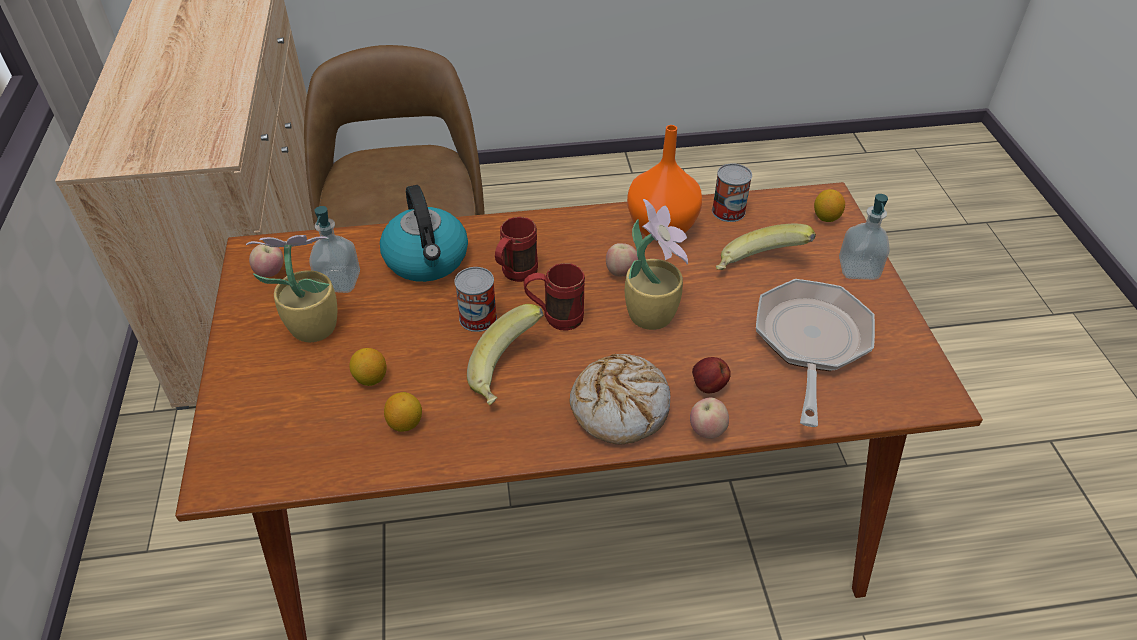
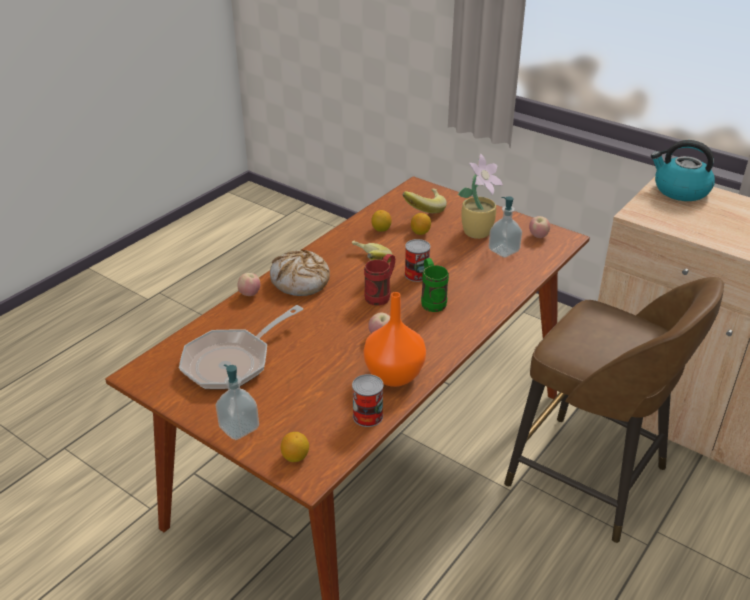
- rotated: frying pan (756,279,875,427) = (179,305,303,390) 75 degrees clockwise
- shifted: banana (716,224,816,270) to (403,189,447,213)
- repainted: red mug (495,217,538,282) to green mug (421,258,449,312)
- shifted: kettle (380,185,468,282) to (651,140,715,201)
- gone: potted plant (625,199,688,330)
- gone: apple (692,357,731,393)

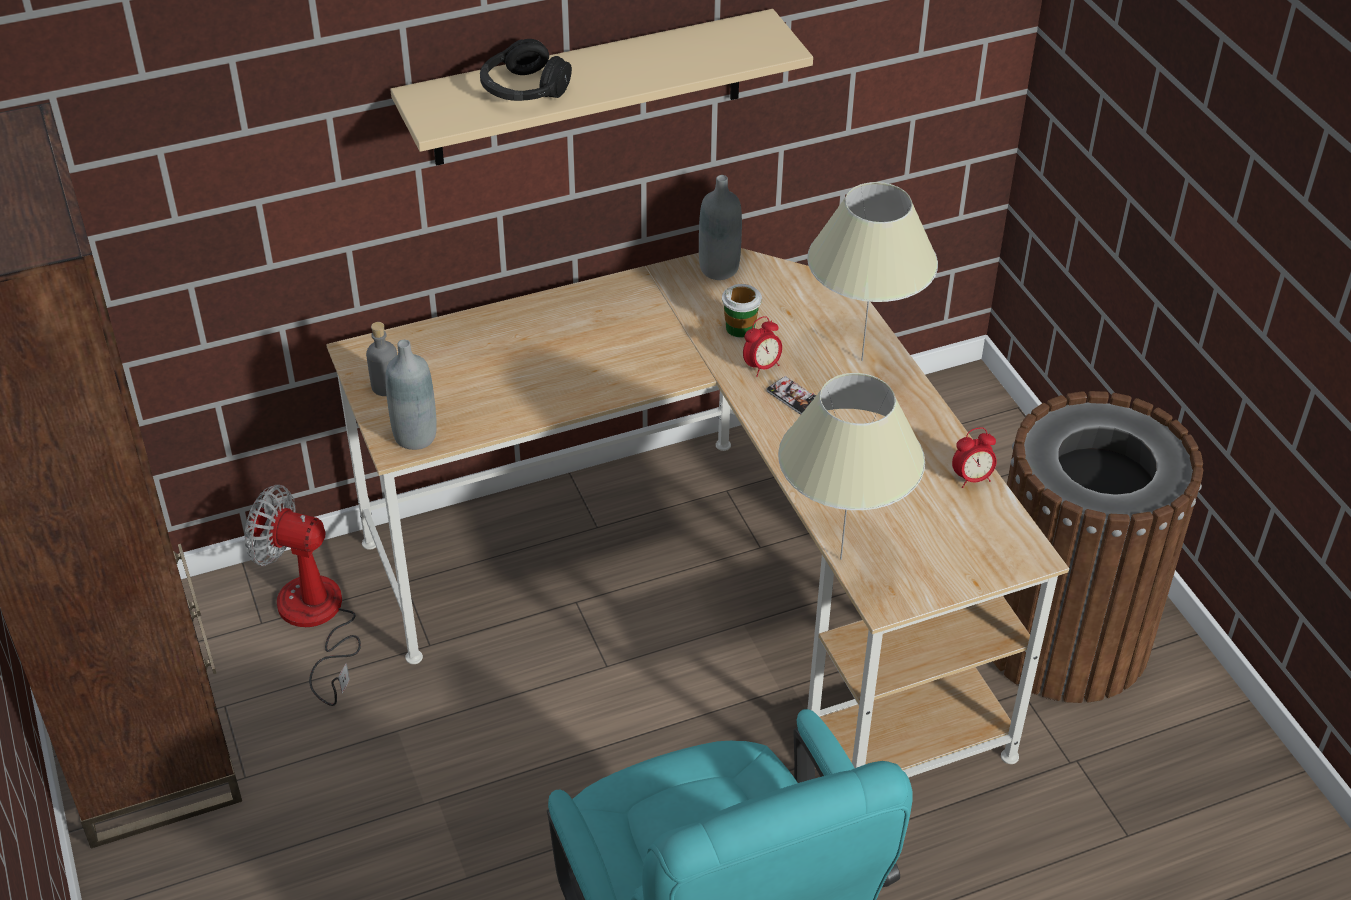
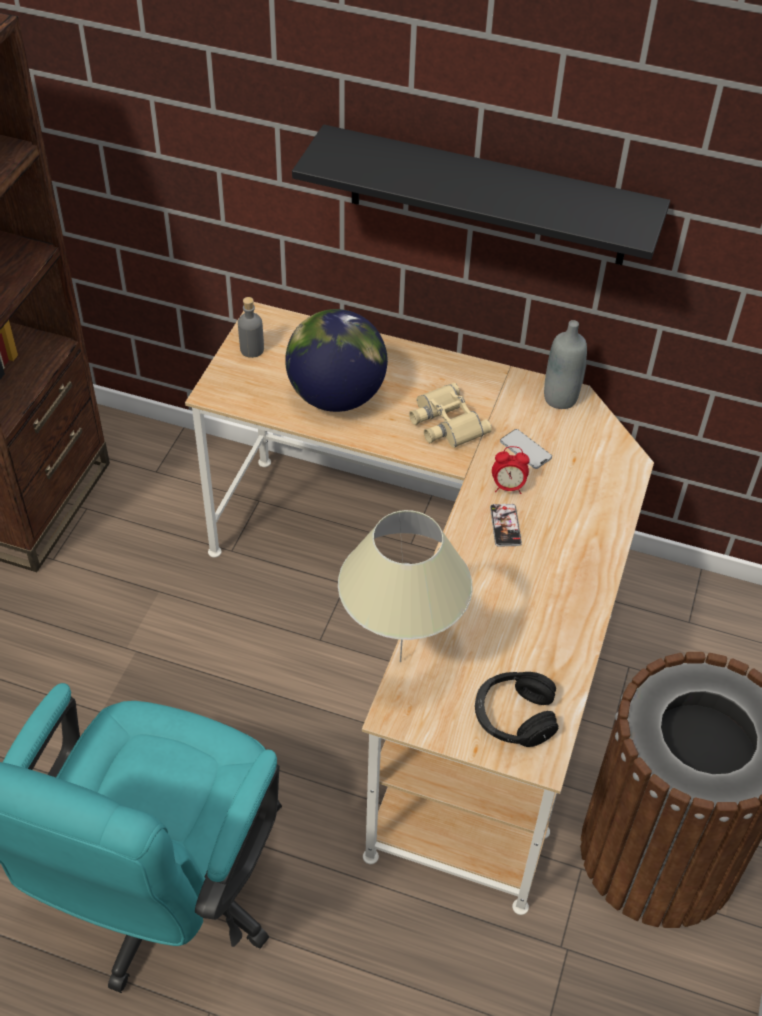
- new: globe (285,309,388,412)
- repainted: beige shelf (390,9,813,166) to black shelf (292,125,670,265)
- new: beige binoculars (409,383,492,448)
- shifted: black headphones (480,39,572,101) to (475,672,558,747)
- swapped: cup (722,284,762,338) to phone (500,429,552,469)
- gone: fan (245,485,361,706)
- gone: grey bottle (385,340,437,450)
- gone: beige table lamp (807,182,938,361)
- gone: alarm clock (952,427,997,488)

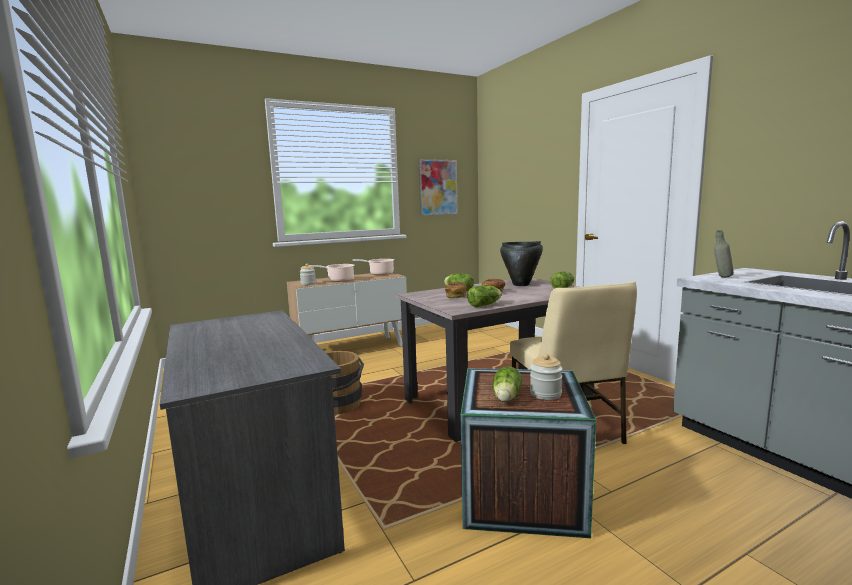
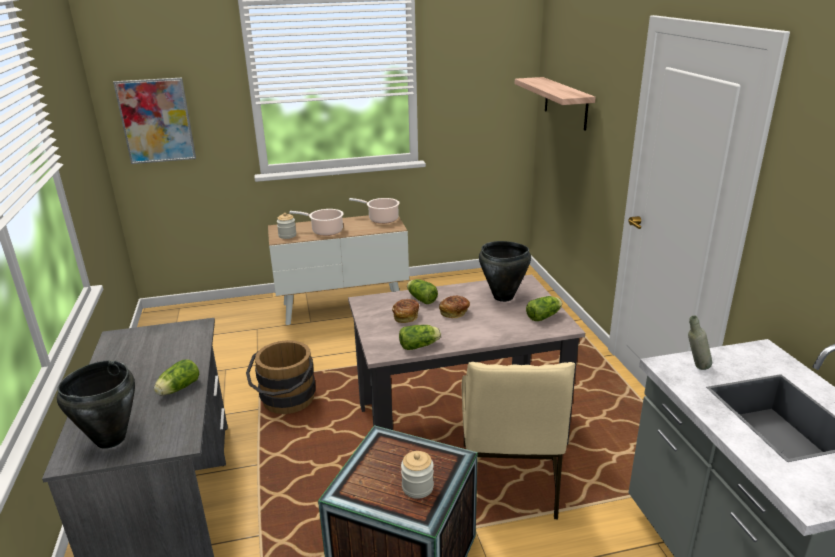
- new: black cooking pot (57,360,135,449)
- shifted: picture (419,159,458,216) to (113,78,196,164)
- shifted: lettuce (493,366,522,402) to (154,360,199,395)
- new: shelf (515,77,596,131)

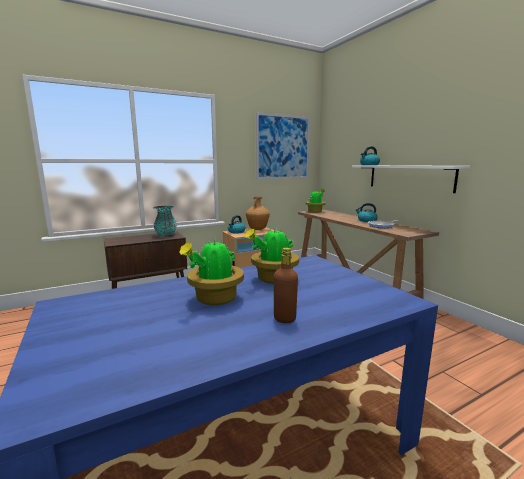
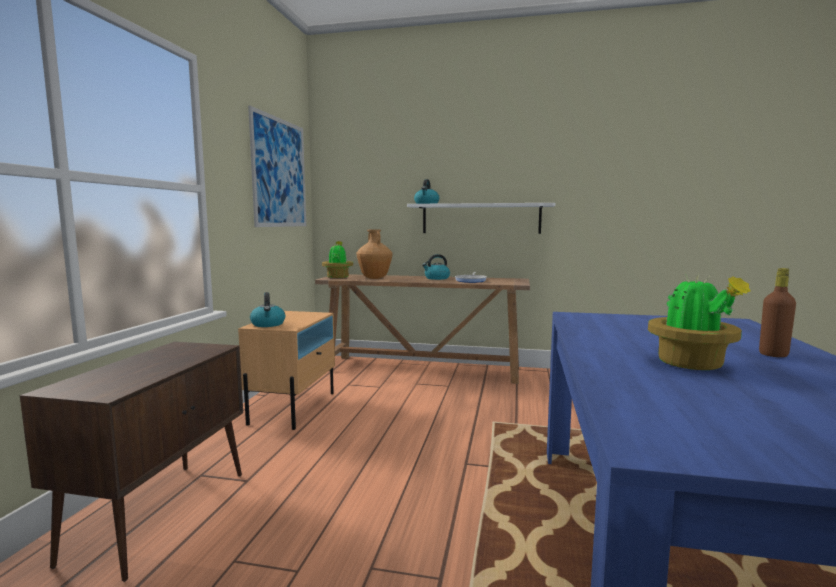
- shifted: brown vase (246,197,270,230) to (357,230,392,279)
- gone: turquoise vase (153,206,177,236)
- gone: potted plant (245,226,299,284)

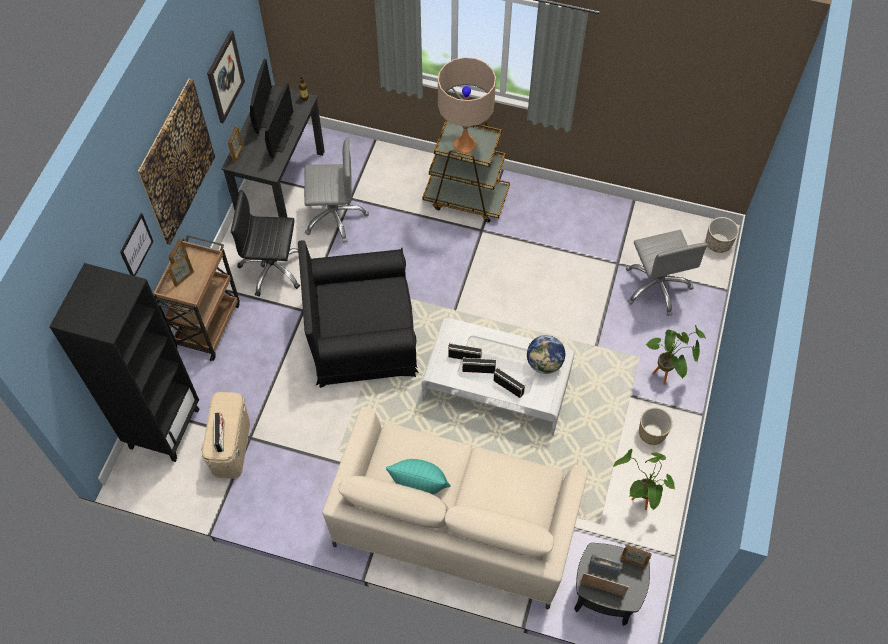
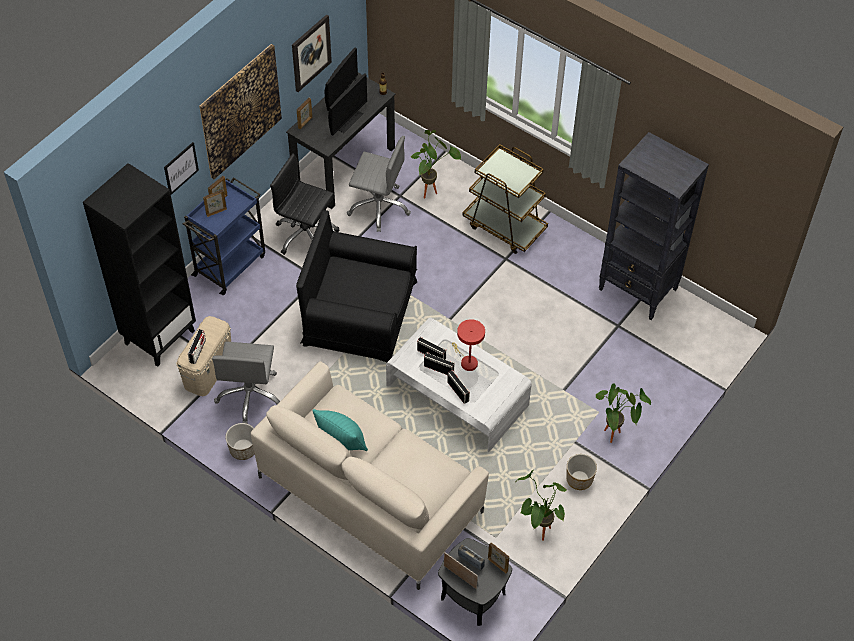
- repainted: brown cart (153,235,240,361) to blue cart (183,177,265,295)
- shifted: grey office chair (626,230,708,316) to (212,342,280,424)
- shifted: planter (706,217,739,253) to (225,423,255,460)
- new: potted plant (411,130,461,198)
- new: red table lamp (452,319,485,371)
- new: black bookcase (599,132,709,320)
- gone: beige table lamp (438,57,496,153)
- gone: globe (527,335,565,374)

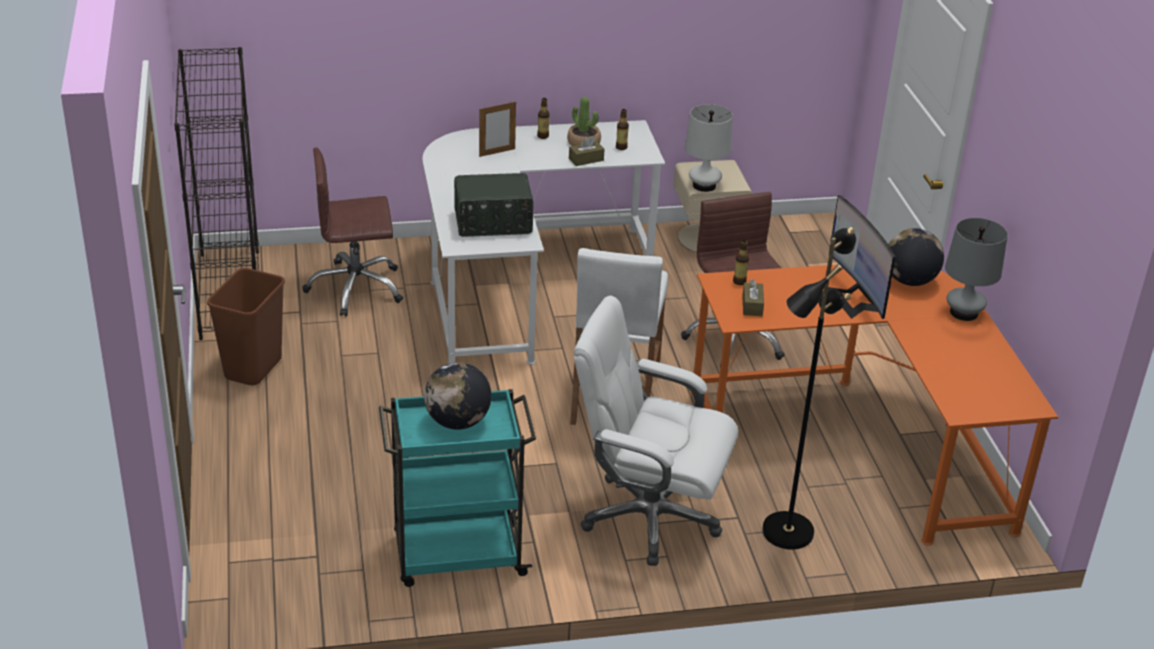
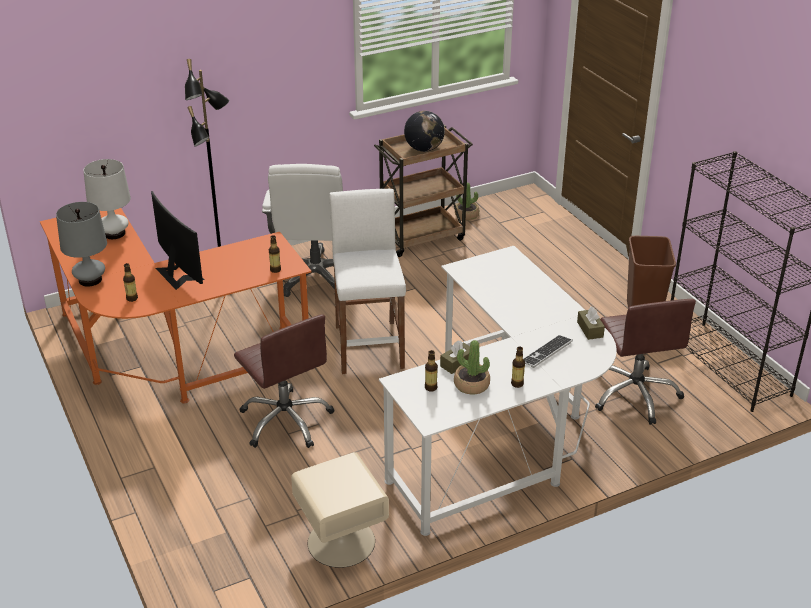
- shifted: white table lamp (685,104,733,192) to (83,159,131,239)
- swapped: globe (888,228,944,286) to bottle (123,263,138,302)
- rotated: white office chair (574,295,738,566) = (262,164,343,297) 90 degrees clockwise
- repainted: turquoise cart (379,389,536,587) to brown cart (374,125,473,257)
- new: potted plant (455,183,479,220)
- swapped: picture frame (479,101,516,157) to keyboard (523,335,573,368)
- shifted: brown tissue box (742,279,764,316) to (577,307,605,340)
- rotated: brown office chair (302,147,403,316) = (595,299,696,425) 105 degrees clockwise
- gone: radio (454,173,534,237)

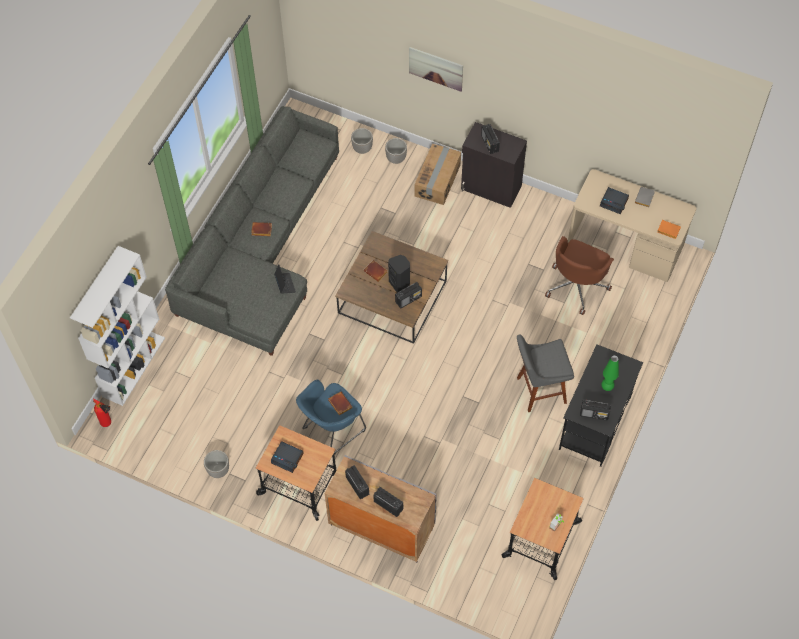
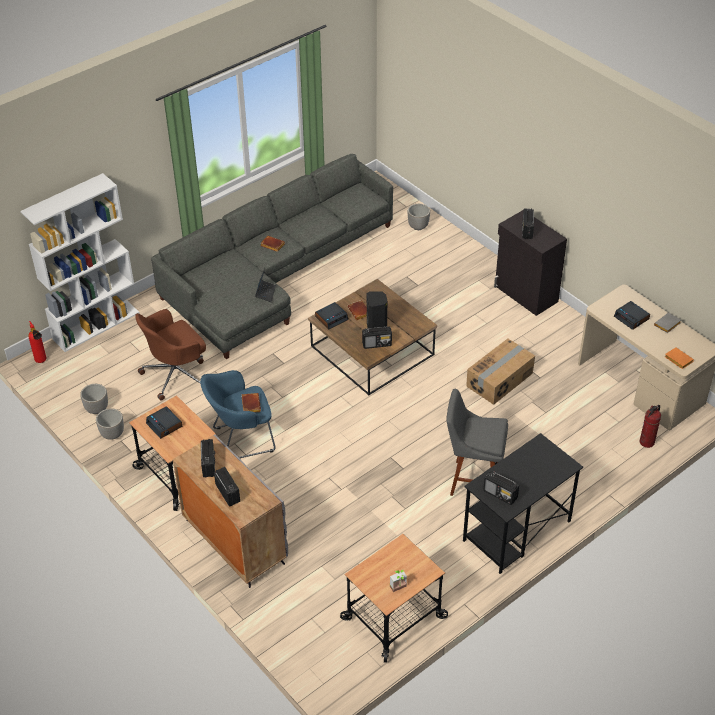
- shifted: planter (385,138,407,164) to (80,384,108,414)
- shifted: brown office chair (545,236,614,315) to (135,309,206,401)
- new: alarm clock (315,302,348,329)
- shifted: cardboard box (415,144,461,205) to (466,338,535,405)
- new: fire extinguisher (639,405,661,448)
- gone: picture (409,47,463,92)
- gone: green table lamp (601,355,619,391)

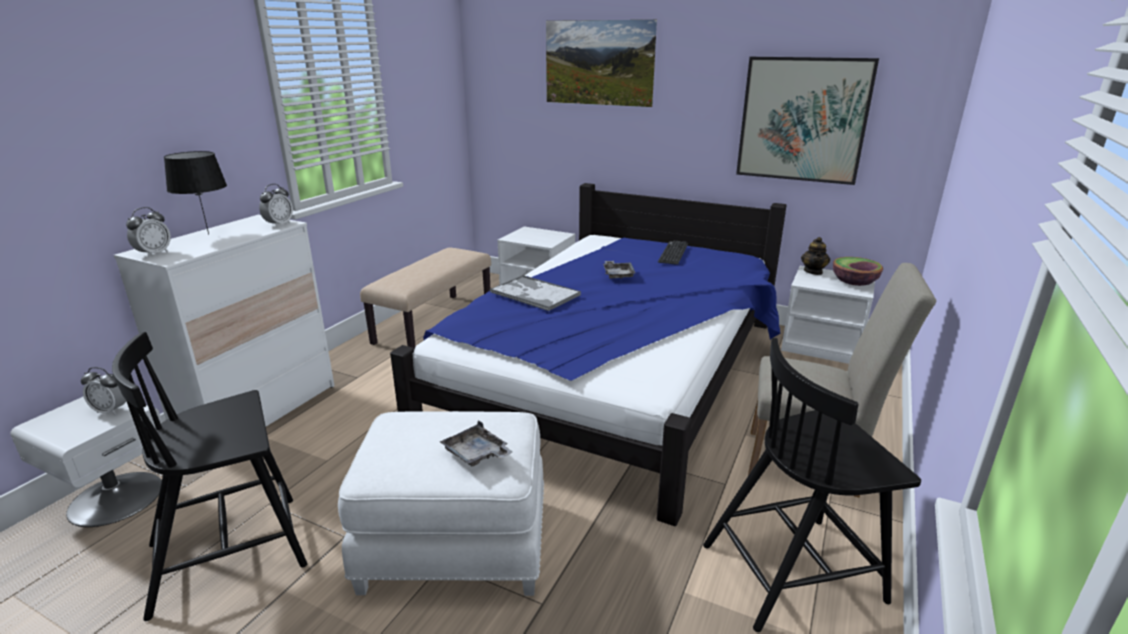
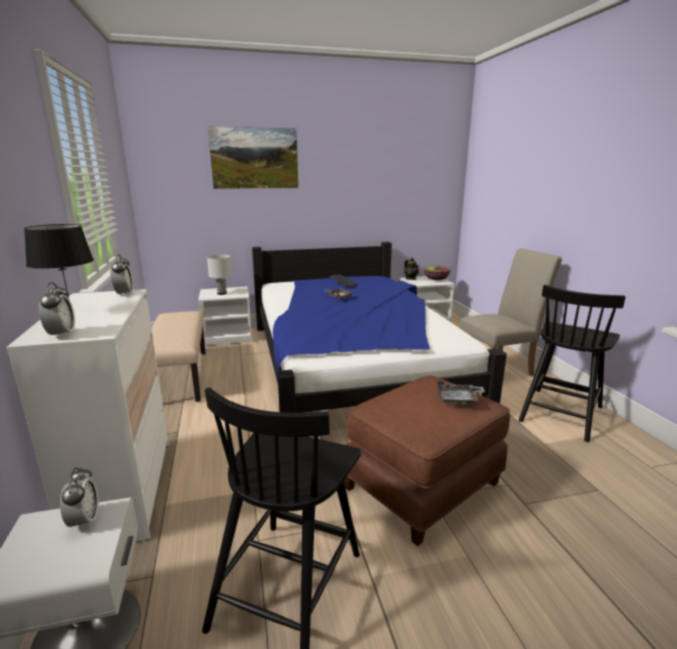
- rotated: alarm clock (81,367,126,415) = (60,467,99,529) 75 degrees counterclockwise
- new: white table lamp (207,255,232,295)
- repainted: white ottoman (338,411,544,596) to brown ottoman (344,376,510,546)
- gone: tray (490,275,581,311)
- gone: picture (736,57,879,185)

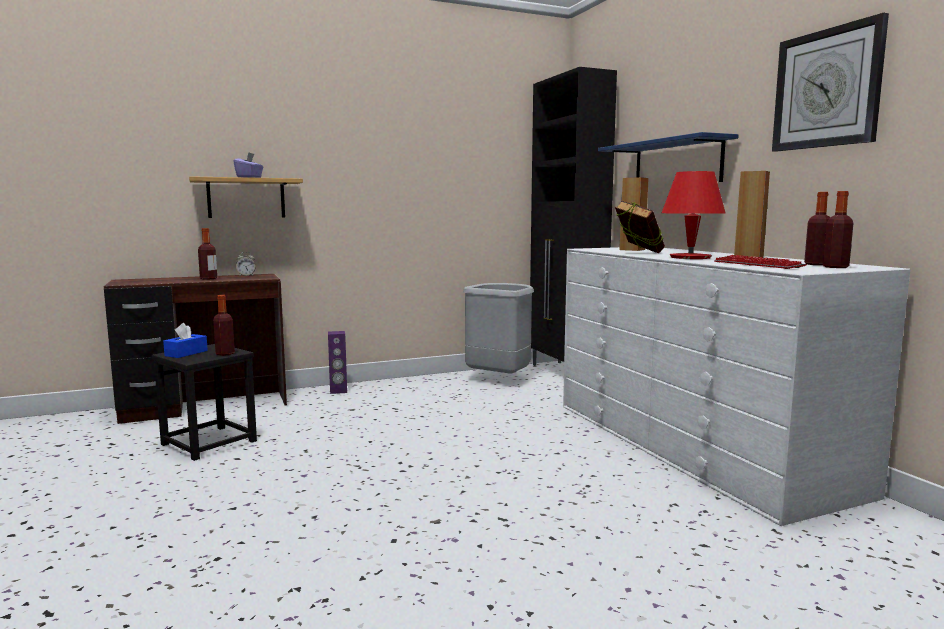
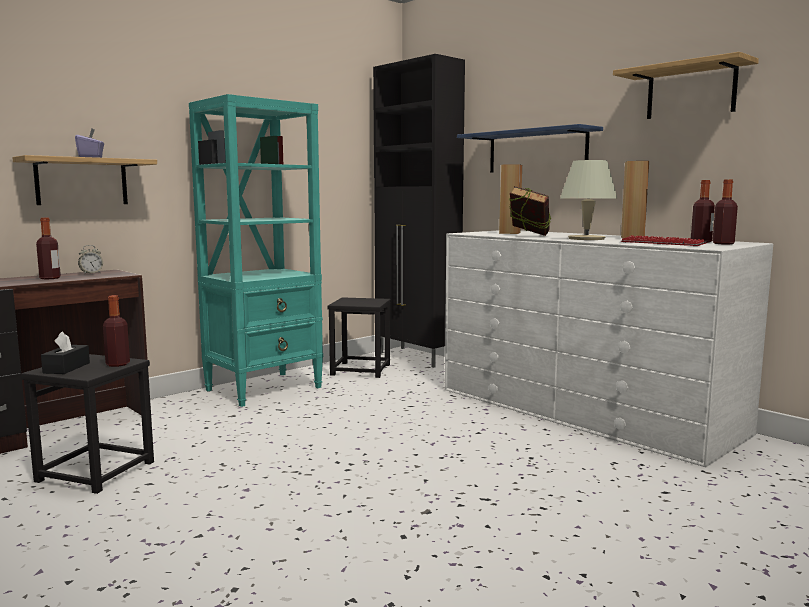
- repainted: blue tissue box (163,323,208,358) to black tissue box (41,332,90,374)
- new: turquoise bookcase (189,94,323,407)
- swapped: grey trash can (463,283,534,374) to black stool (328,297,391,378)
- repainted: red table lamp (662,171,725,259) to beige table lamp (560,160,617,240)
- swapped: wall clock (772,13,889,152) to shelf (613,52,759,119)
- gone: purple speaker (328,331,347,394)

